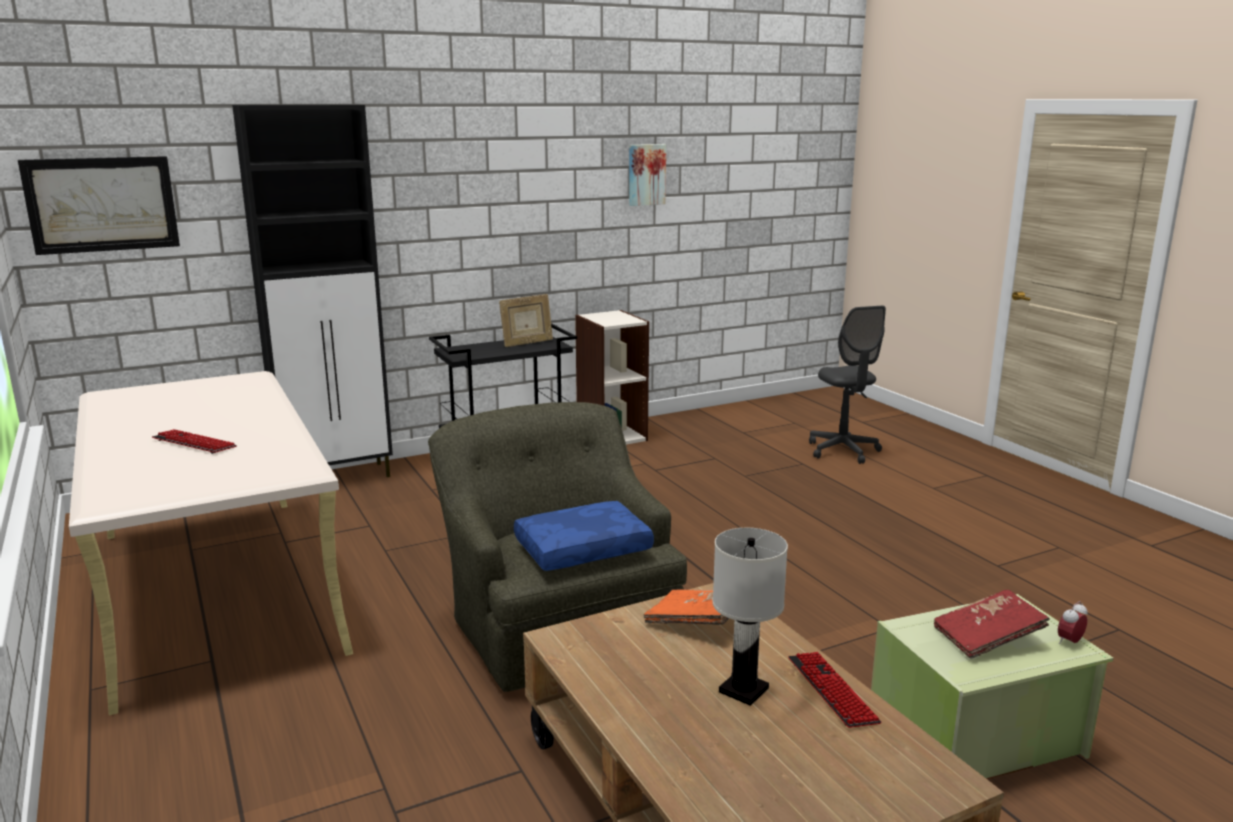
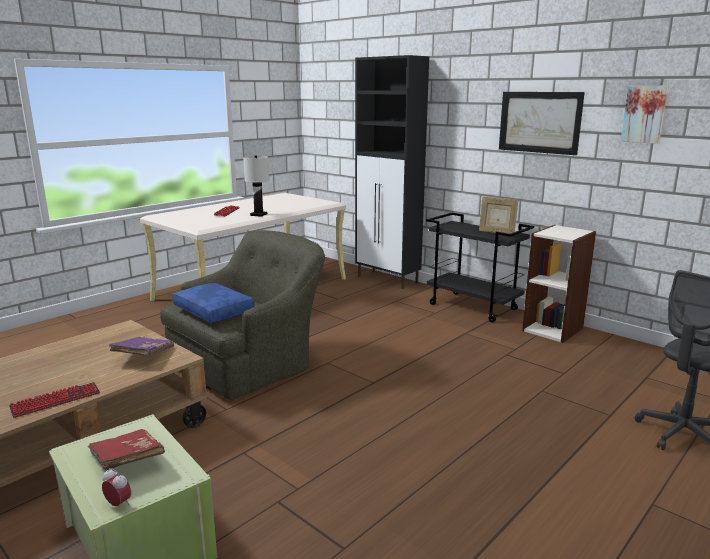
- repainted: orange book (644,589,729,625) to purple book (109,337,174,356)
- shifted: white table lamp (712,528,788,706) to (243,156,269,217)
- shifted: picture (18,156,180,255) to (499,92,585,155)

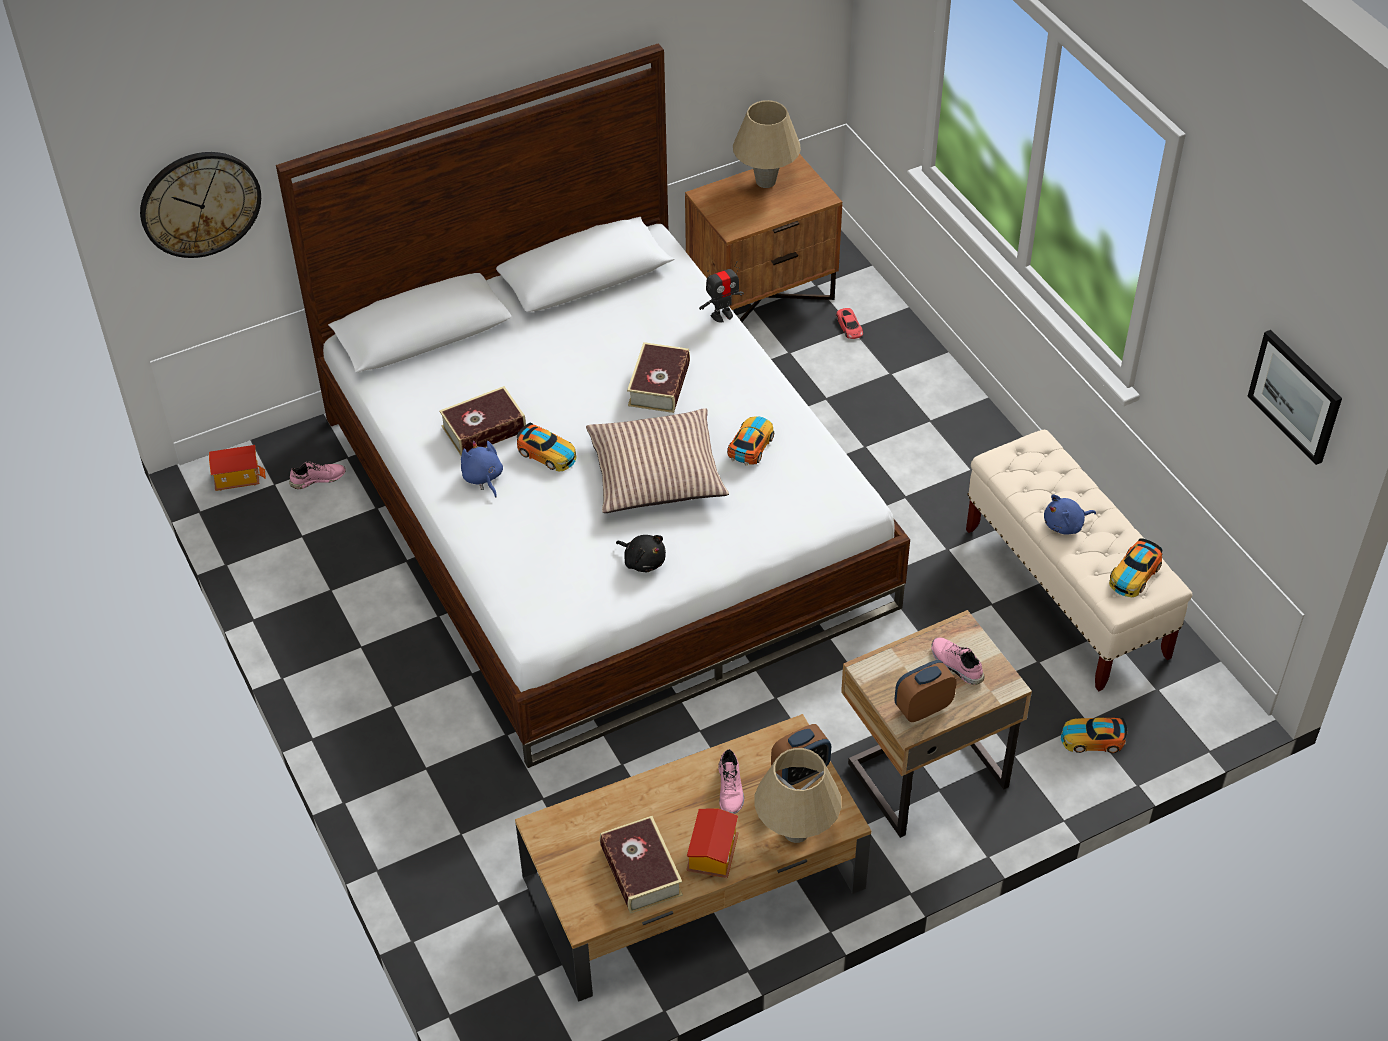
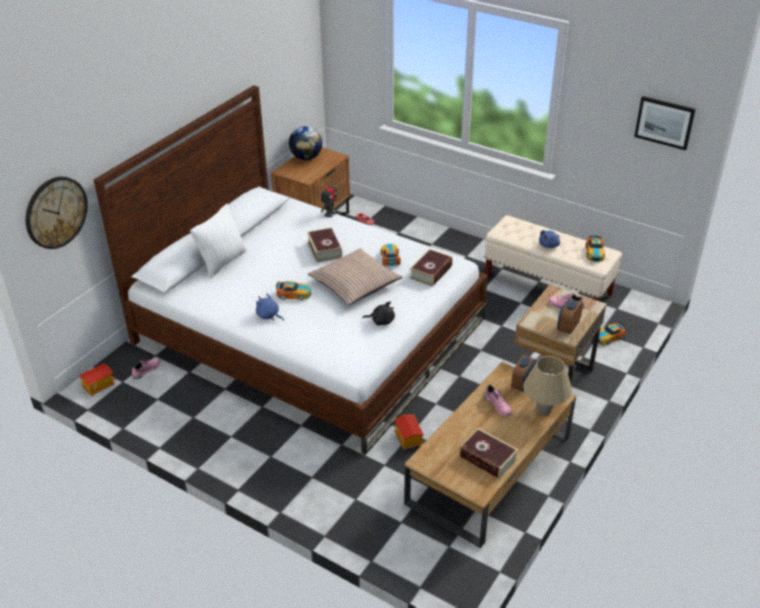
- new: white pillow (190,204,247,278)
- swapped: beige table lamp (733,100,801,188) to globe (289,126,322,160)
- shifted: toy house (686,809,738,878) to (394,414,424,450)
- shifted: book (439,386,526,456) to (410,249,453,287)

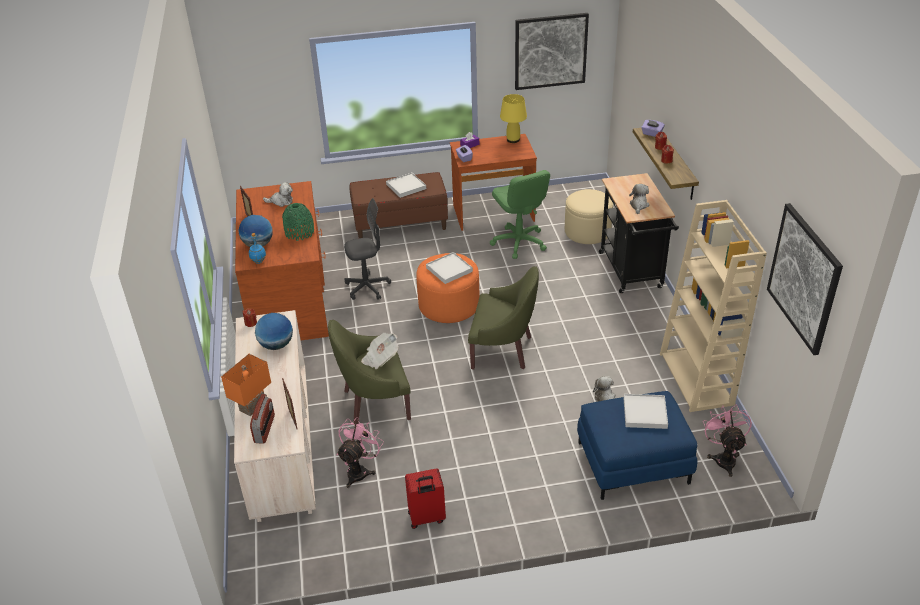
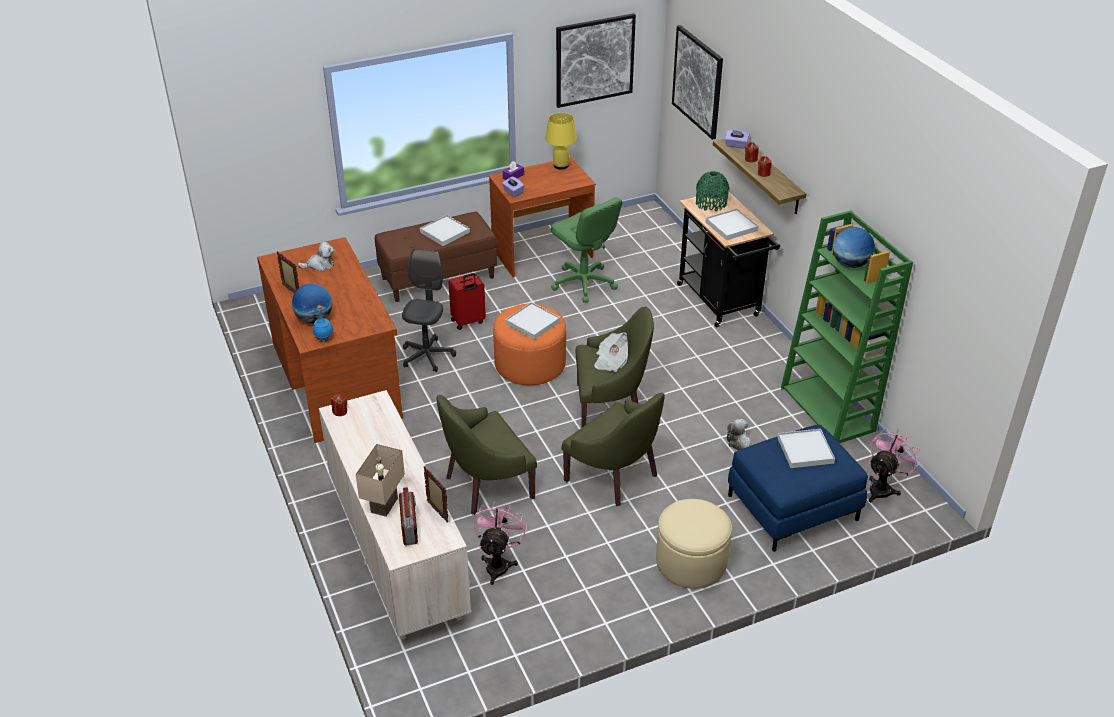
- repainted: orange table lamp (221,354,271,416) to beige table lamp (356,444,405,517)
- rotated: grey office chair (344,198,391,300) = (402,248,456,372) 45 degrees counterclockwise
- shifted: red suitcase (405,468,446,529) to (448,273,486,330)
- new: green armchair (562,393,665,506)
- shifted: newspaper (361,333,398,369) to (594,333,628,372)
- shifted: beige ottoman (565,189,613,244) to (656,499,732,589)
- shifted: picture (767,203,843,355) to (672,25,723,140)
- shifted: green vase (282,203,314,241) to (696,171,729,211)
- swapped: plush toy (629,184,649,214) to white tray (706,208,759,240)
- repainted: beige bookcase (660,200,767,412) to green bookcase (781,210,913,443)
- shifted: globe (255,313,293,350) to (833,227,875,268)
- rotated: pink fan (703,405,752,477) = (869,429,921,502) 60 degrees clockwise

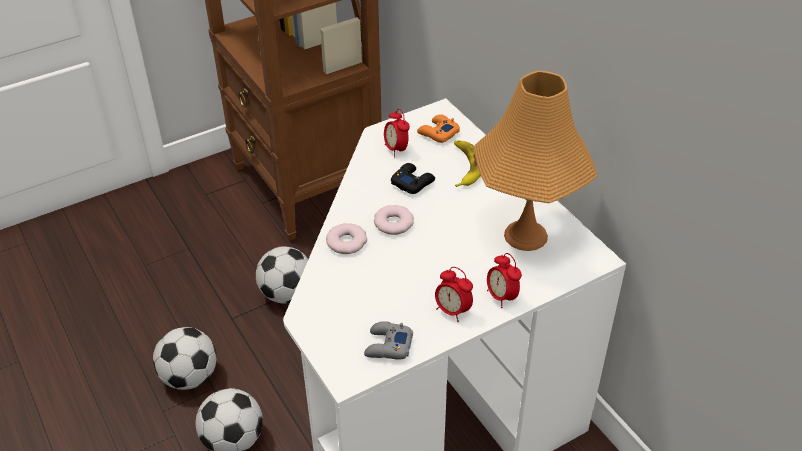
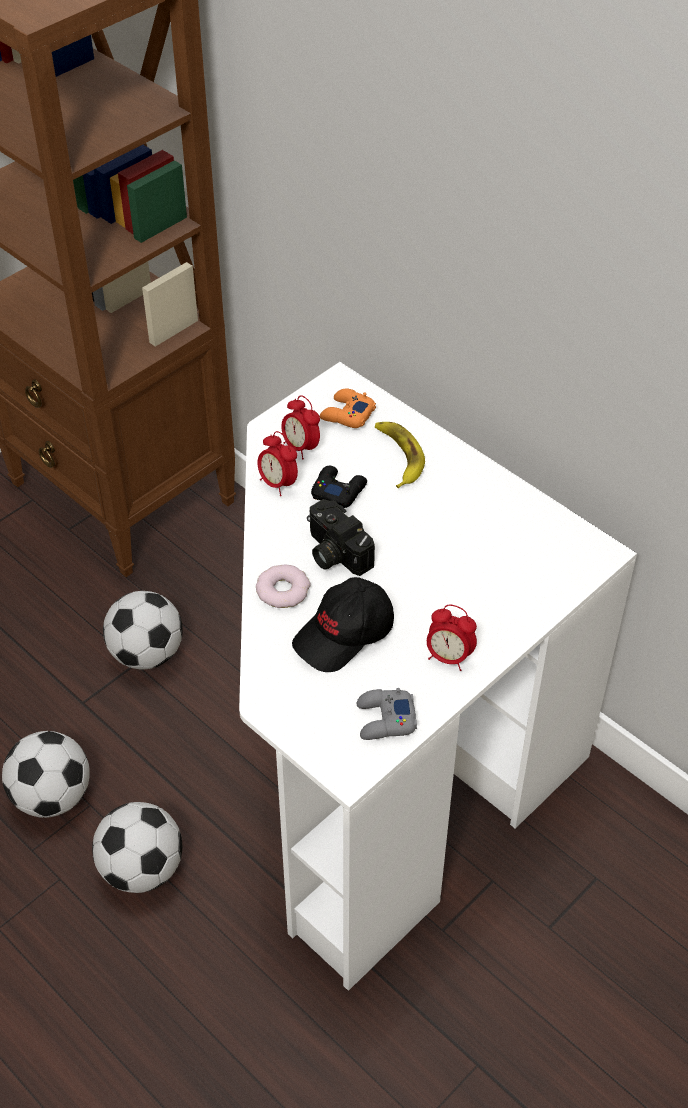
- shifted: alarm clock (487,253,522,308) to (258,431,298,496)
- new: black cap (292,577,394,672)
- swapped: donut (374,205,414,235) to photo camera (307,499,375,576)
- gone: orange table lamp (474,71,597,251)

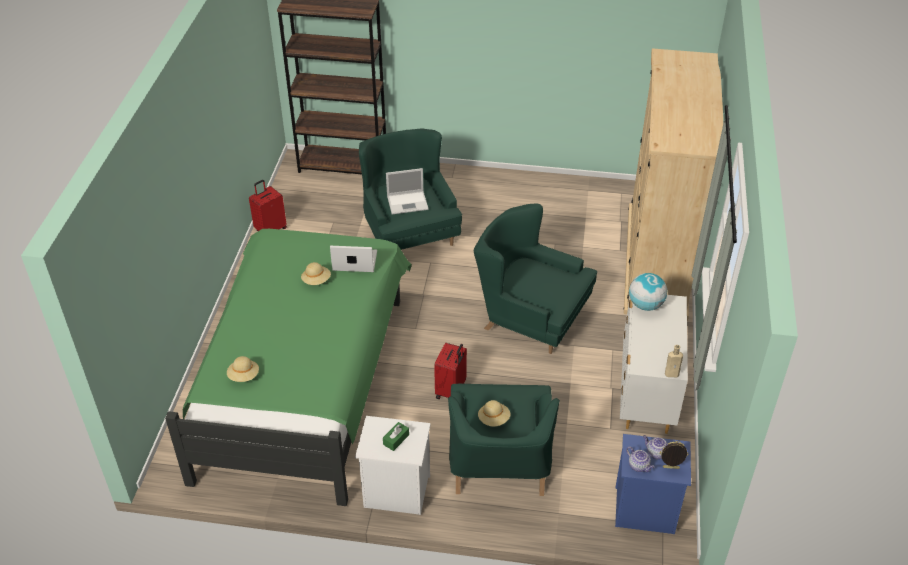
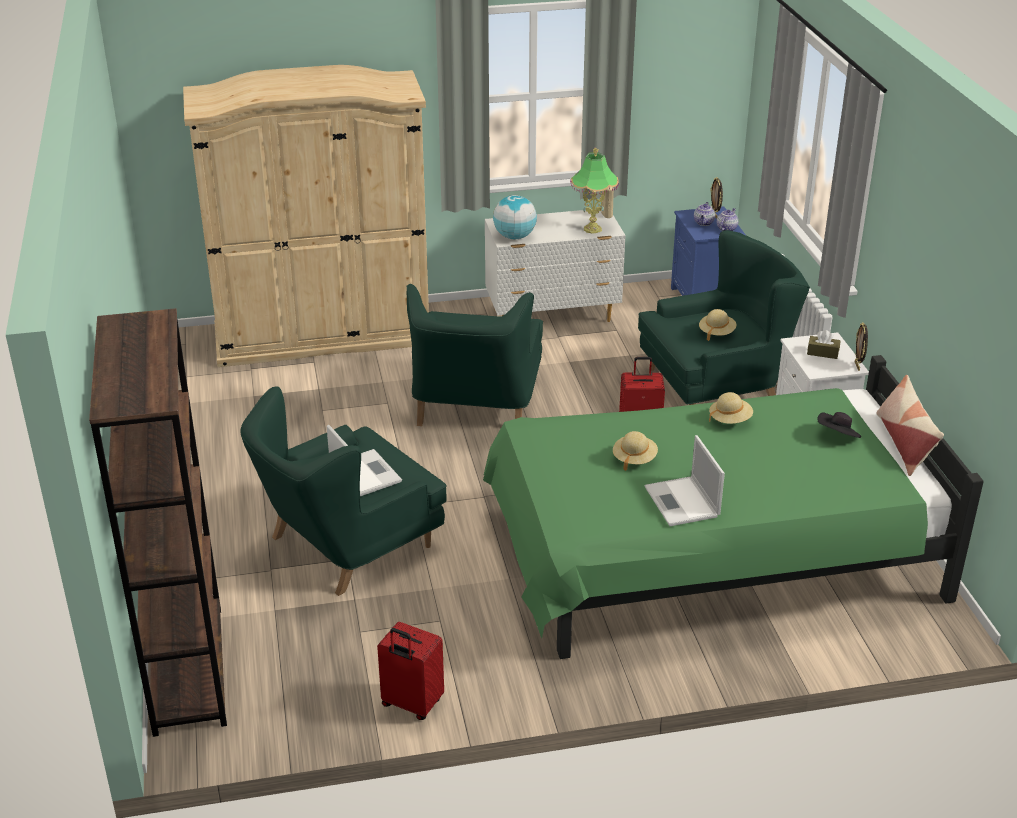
- new: table lamp (570,148,619,234)
- shifted: laptop (330,246,377,272) to (644,435,725,526)
- shifted: beige hat (227,356,259,382) to (709,392,753,424)
- repainted: green tissue box (383,422,409,451) to brown tissue box (807,330,841,359)
- new: black hat (817,412,861,438)
- new: picture frame (855,323,868,371)
- new: pillow (876,375,944,476)

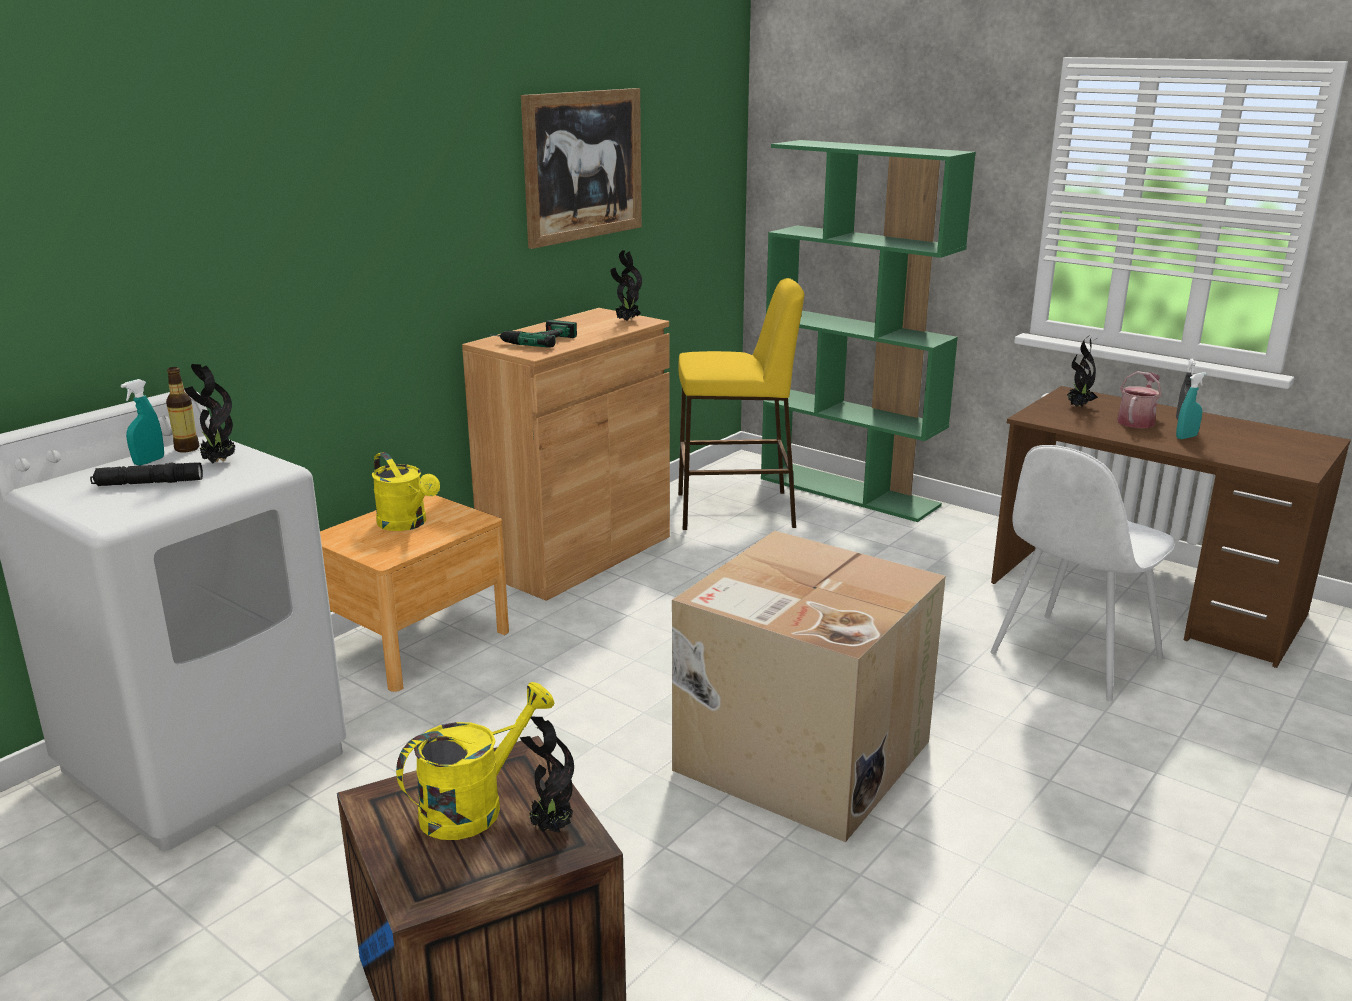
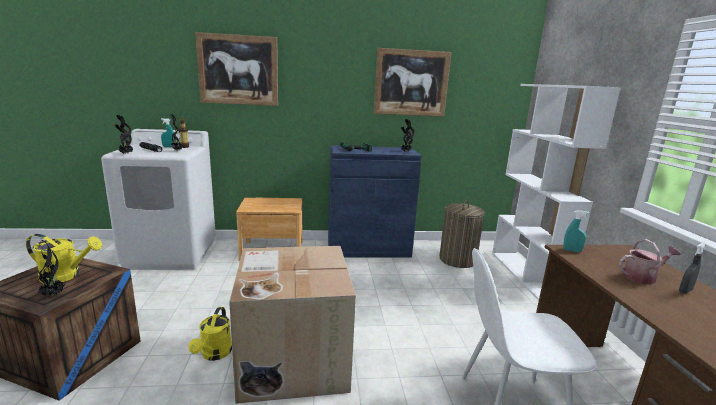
- shifted: potted plant (1067,335,1098,407) to (115,115,133,154)
- shifted: yellow watering can (372,452,440,531) to (189,307,232,361)
- new: picture (195,32,278,106)
- repainted: brown cabinet (462,308,670,601) to blue cabinet (328,145,422,257)
- swapped: yellow stool (678,278,804,530) to laundry basket (439,200,485,268)
- repainted: green bookcase (761,140,976,522) to white bookcase (492,84,621,300)
- shifted: turquoise spray bottle (1176,372,1207,439) to (563,210,590,252)

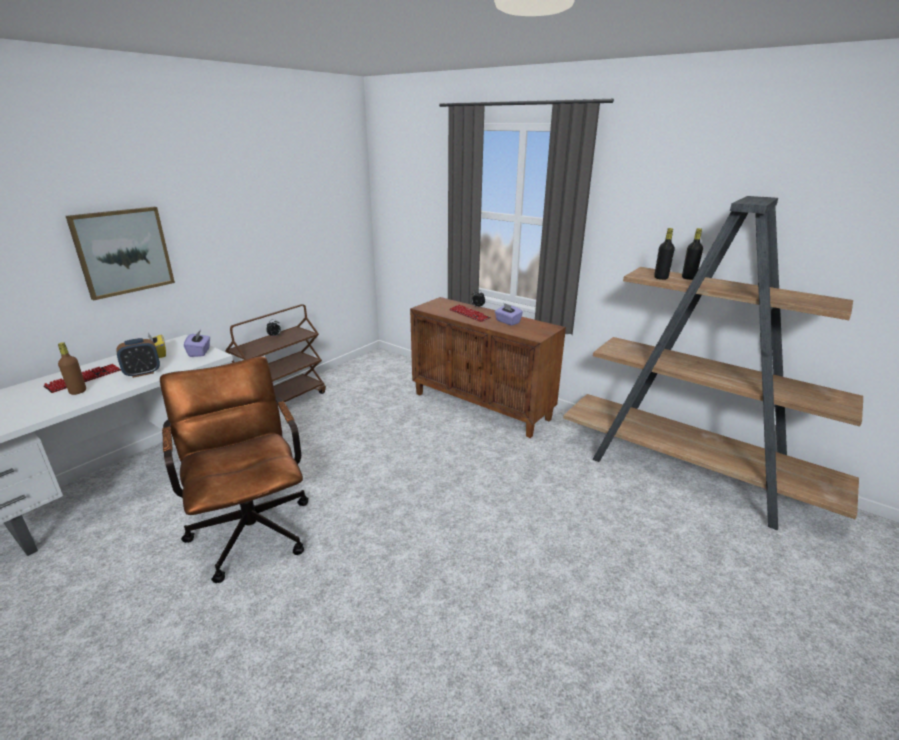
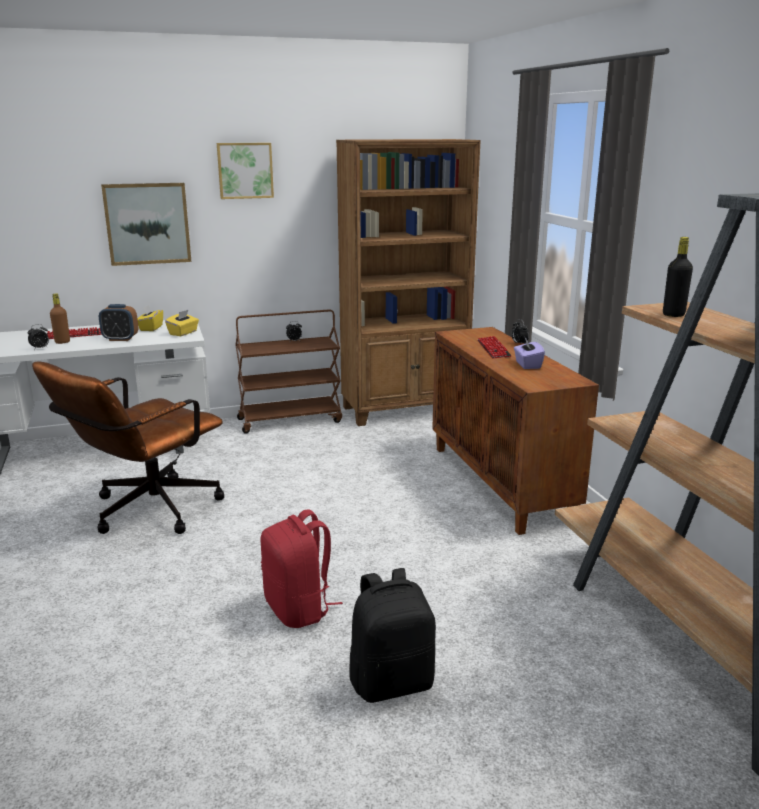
- new: alarm clock (27,324,49,350)
- rotated: brown office chair (160,356,309,583) = (32,361,224,534) 150 degrees counterclockwise
- repainted: purple tissue box (184,330,210,357) to yellow tissue box (165,310,199,336)
- new: picture (217,143,274,199)
- new: red backpack (261,509,343,628)
- new: brown bookcase (336,139,481,426)
- new: black backpack (349,568,436,703)
- gone: black bottle (682,228,703,280)

